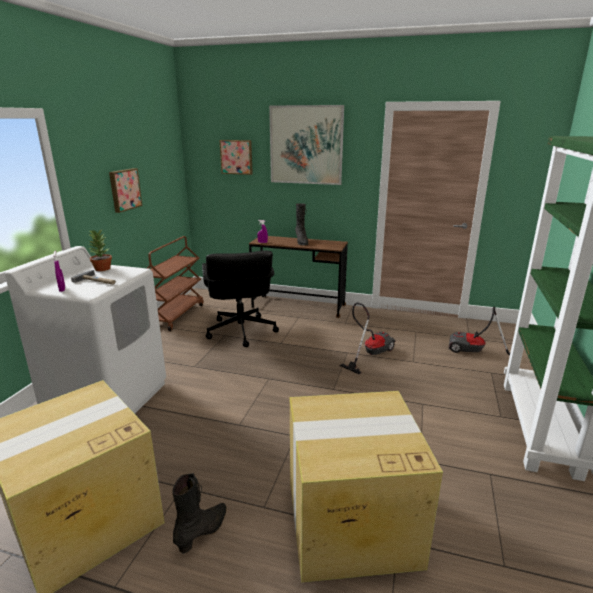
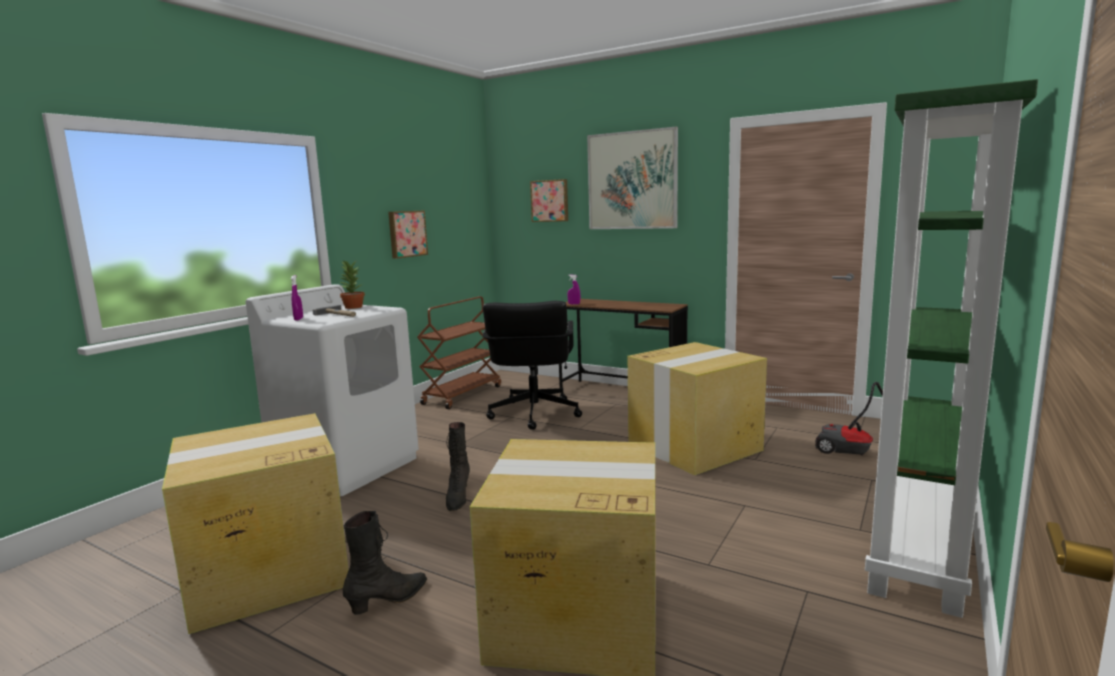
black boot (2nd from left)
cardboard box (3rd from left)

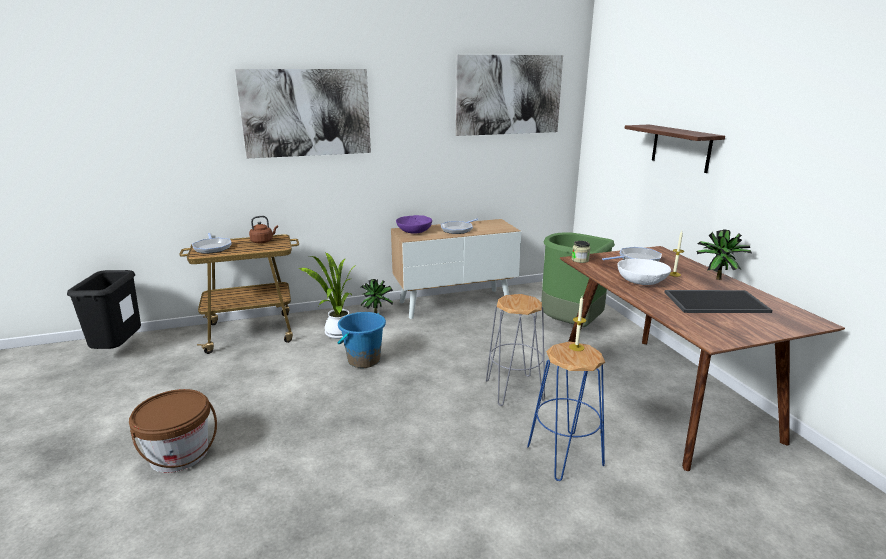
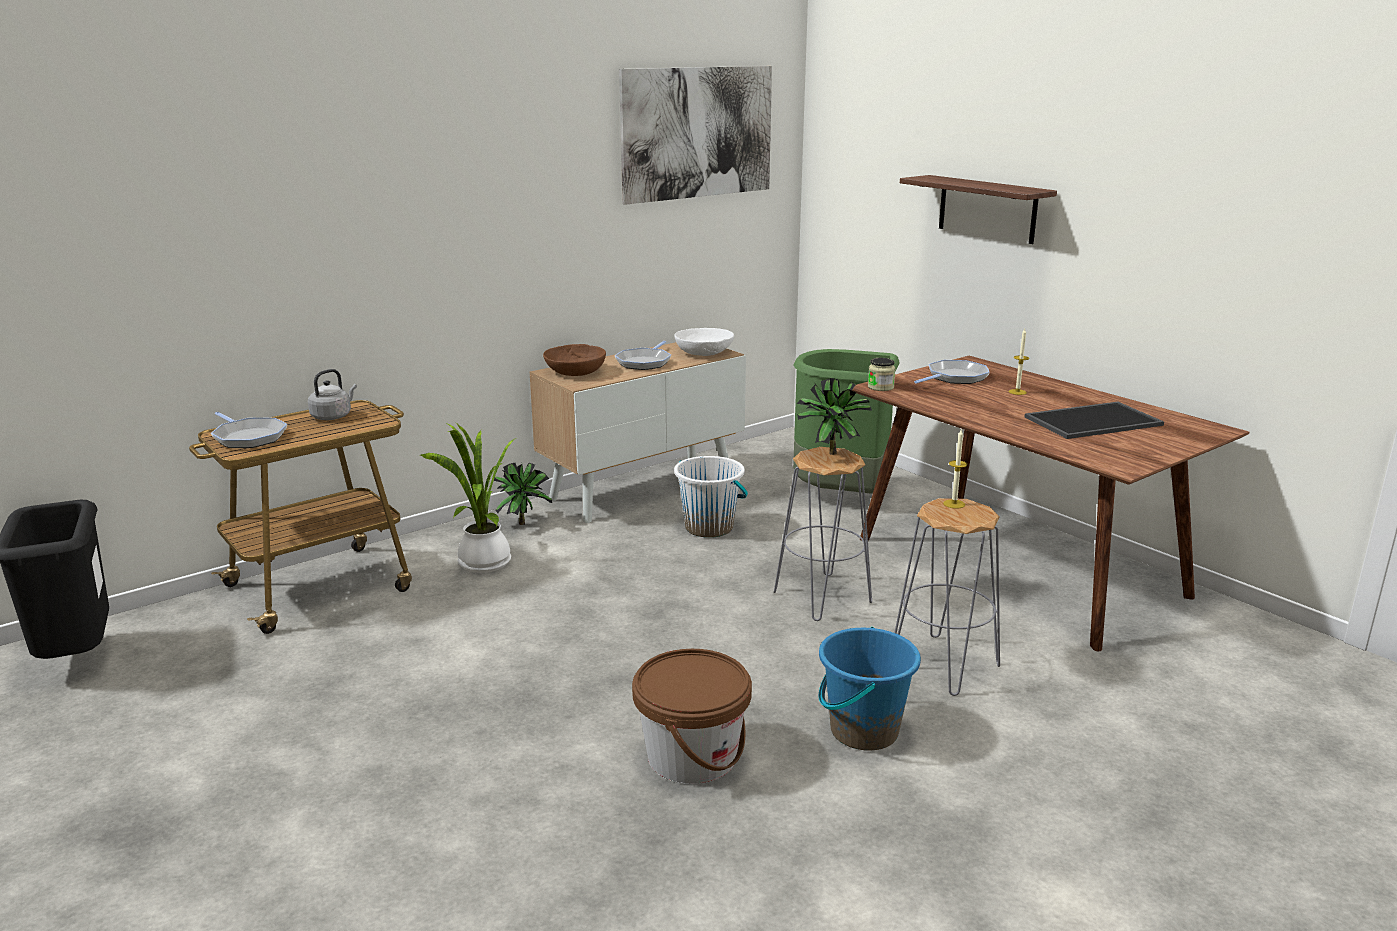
picture (1st from left in the first image)
brown bowl
grey kettle
potted plant (3rd from left)
white bowl
blue bucket
grey stool (2nd from left)
brown bucket
white bucket

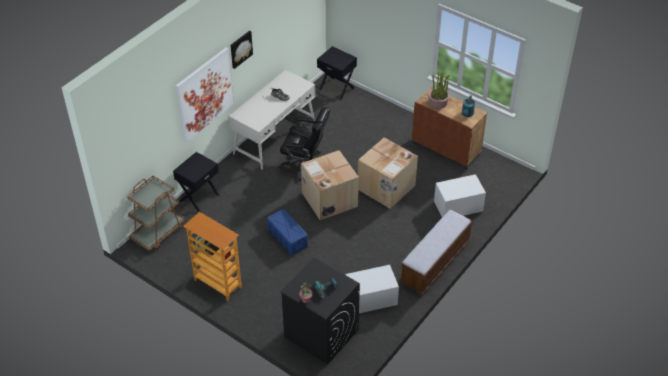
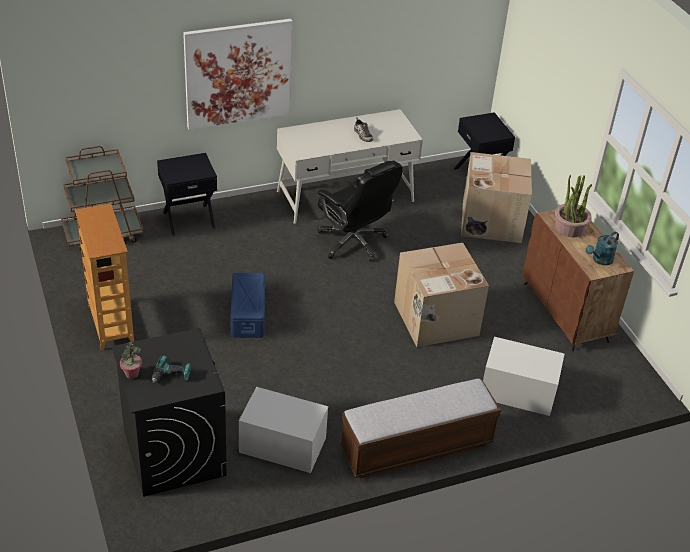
picture (2nd from left in the first image)
cardboard box (2nd from left)

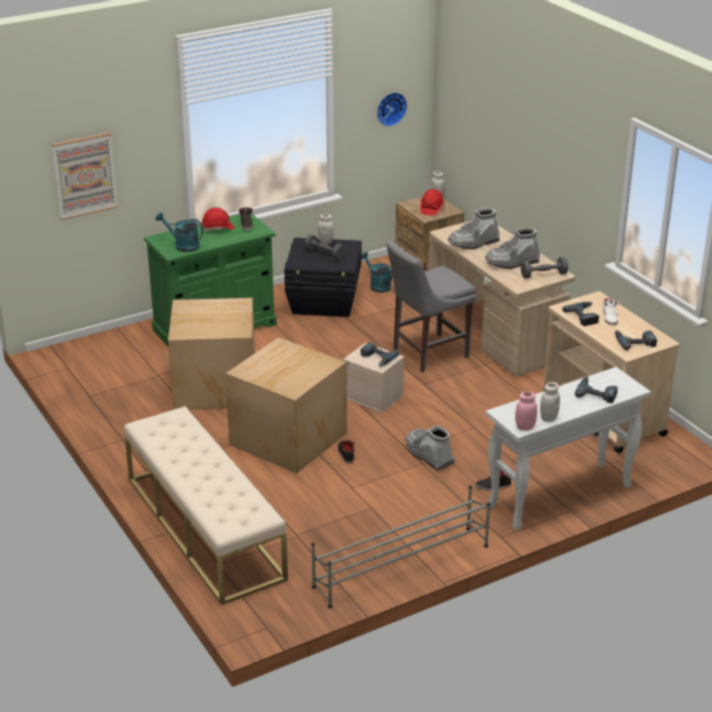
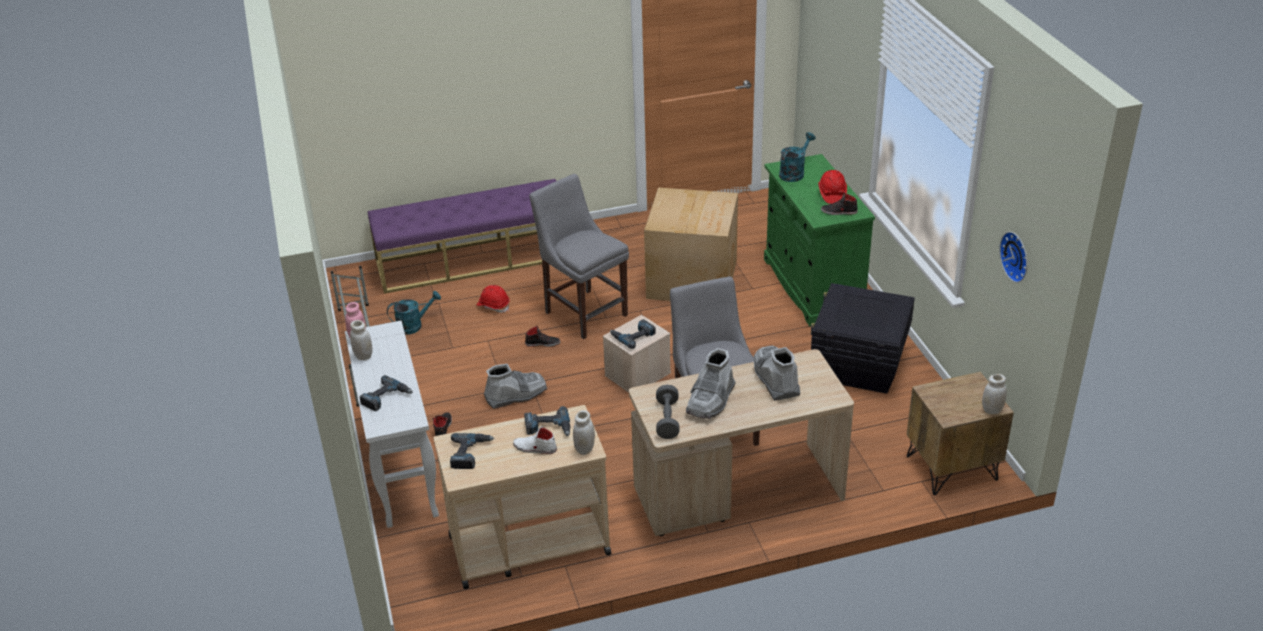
picture
red hard hat (1st from left)
white jar (2nd from left)
grey boot (2nd from left)
grey dumbbell (1st from left in the first image)
turquoise watering can (1st from left)
grey chair (1st from left)
purple bench

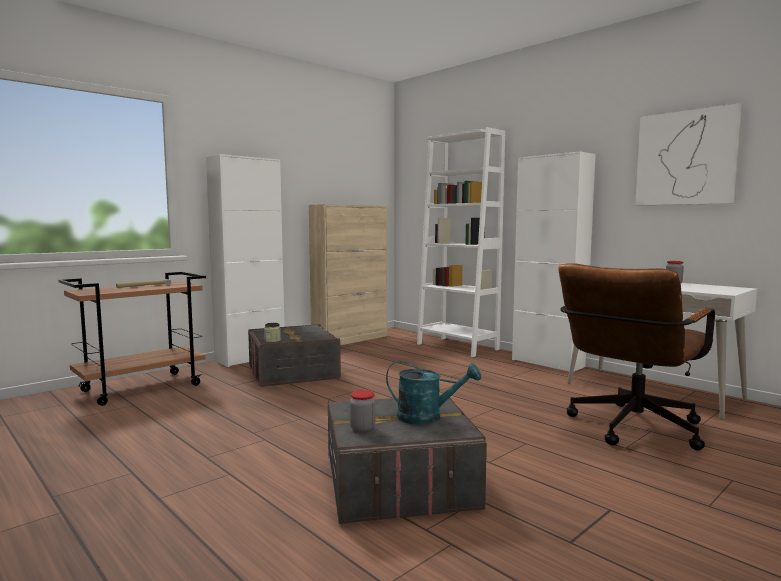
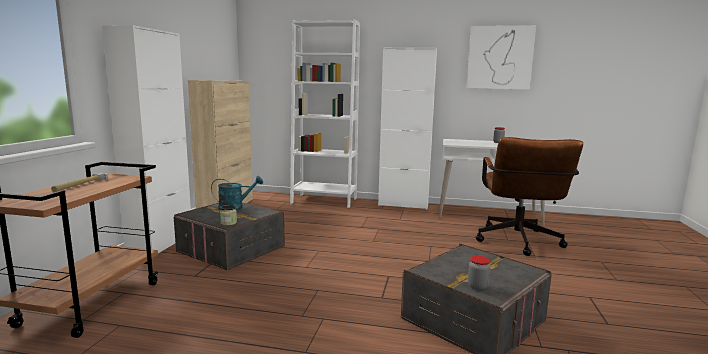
turquoise watering can

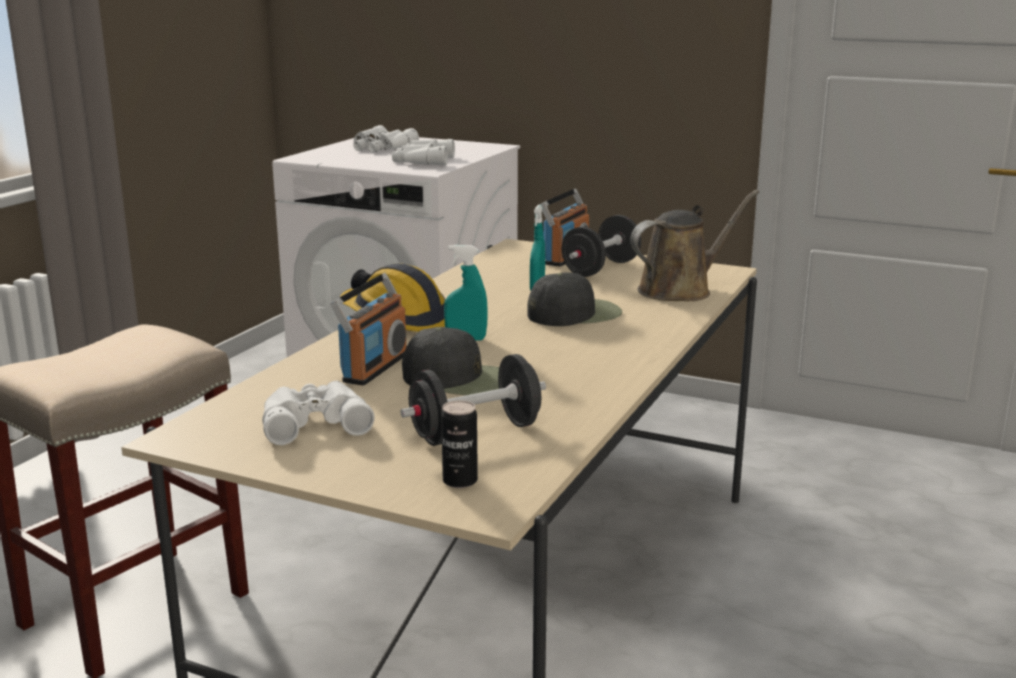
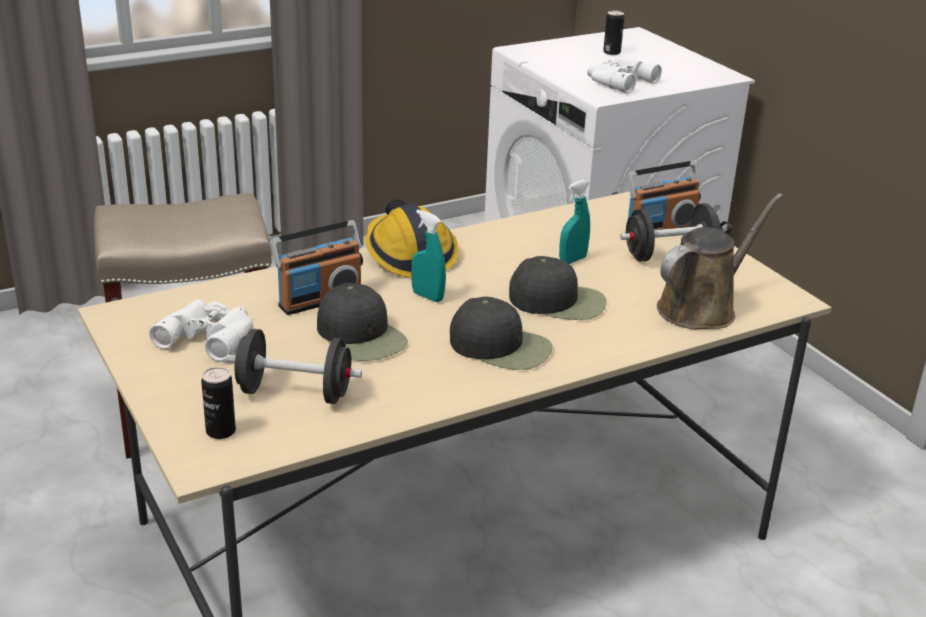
can (2nd from left)
brown watering can
black cap (2nd from left)

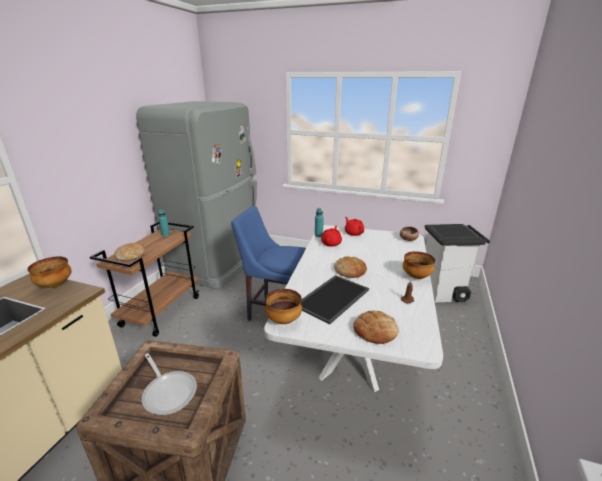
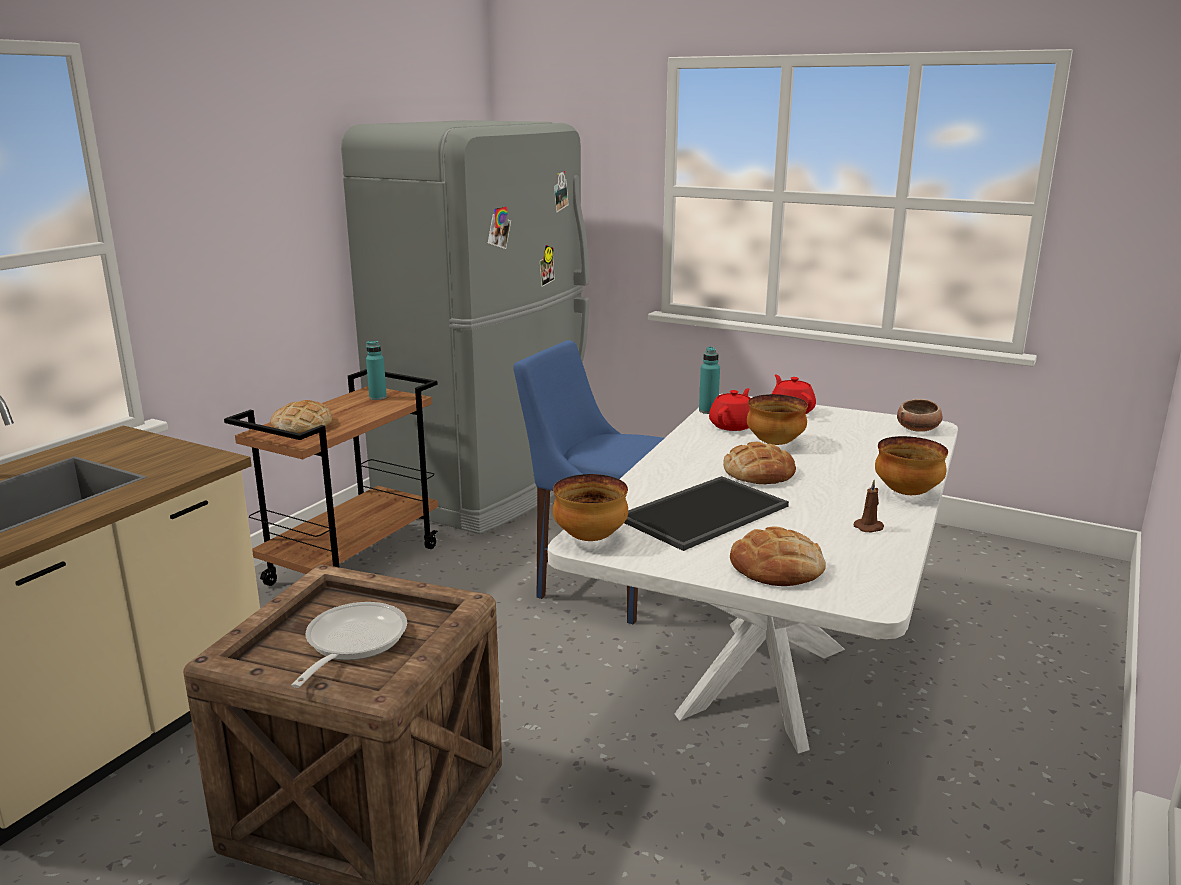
white trash can
bowl (2nd from left)
frying pan

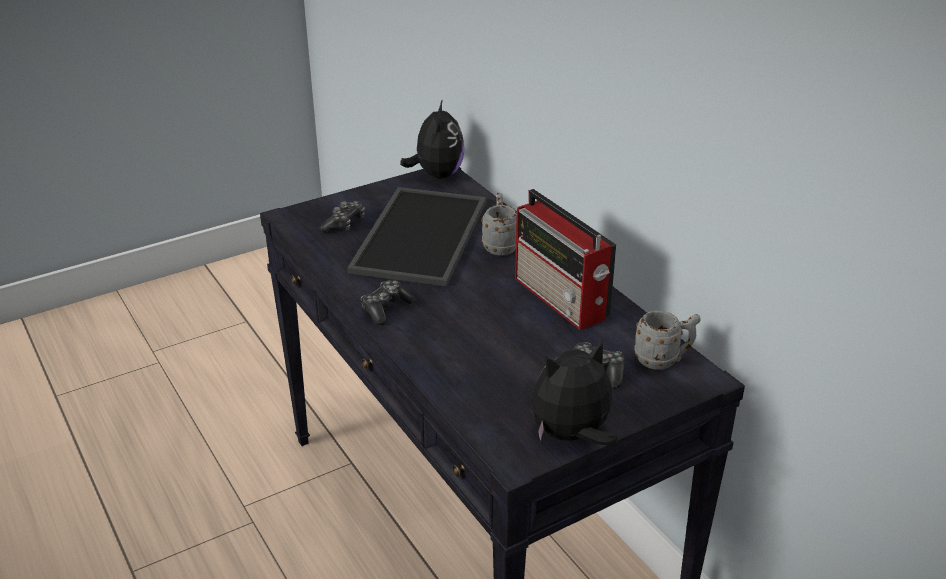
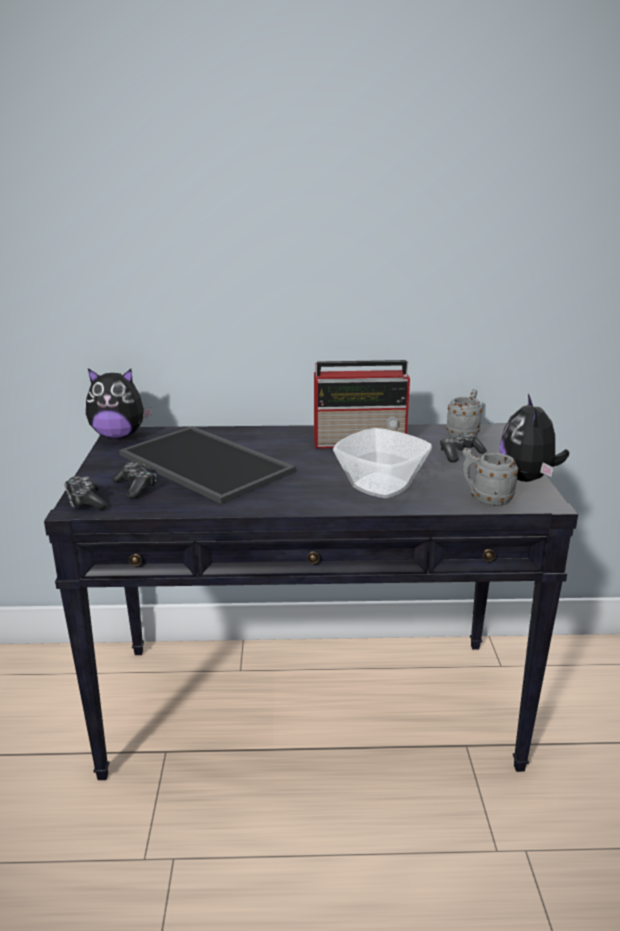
plush toy (1st from left)
grey mug (2nd from left)
game controller (1st from left)
bowl

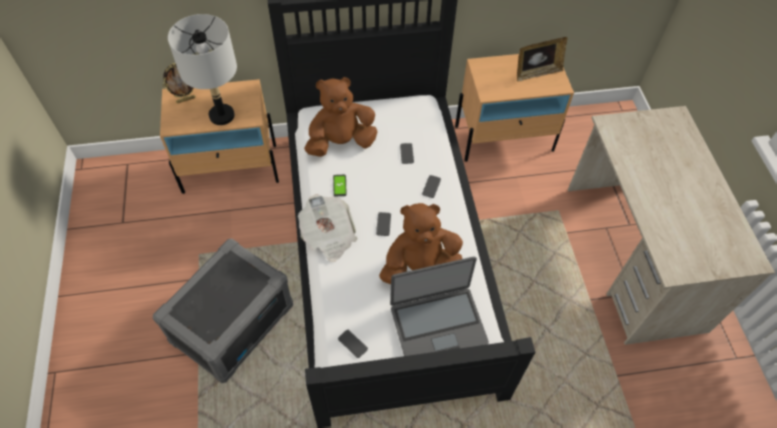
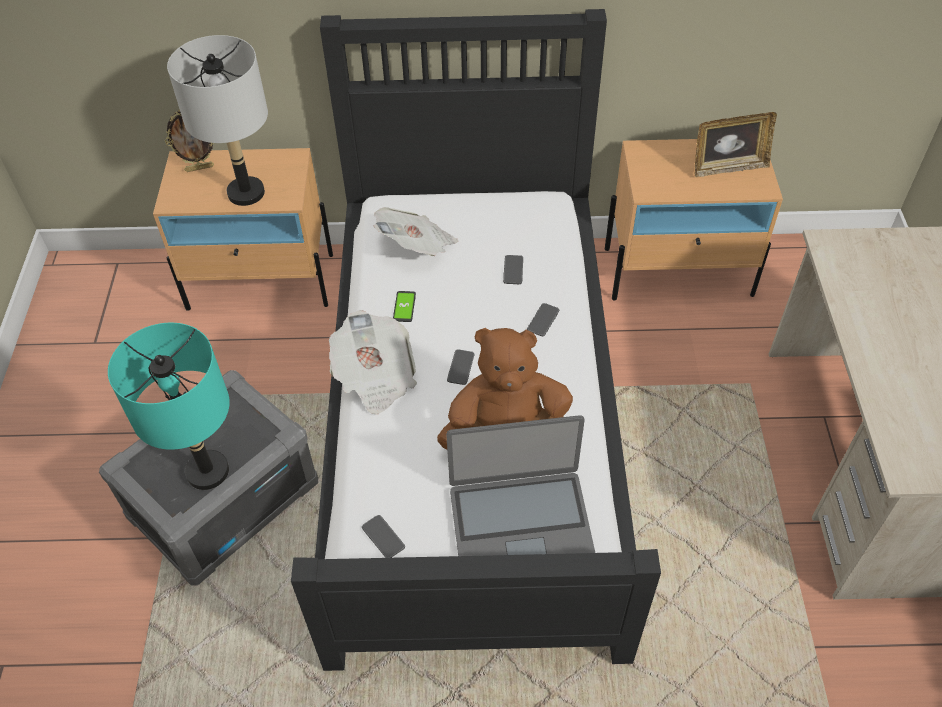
newspaper (2nd from left)
turquoise table lamp

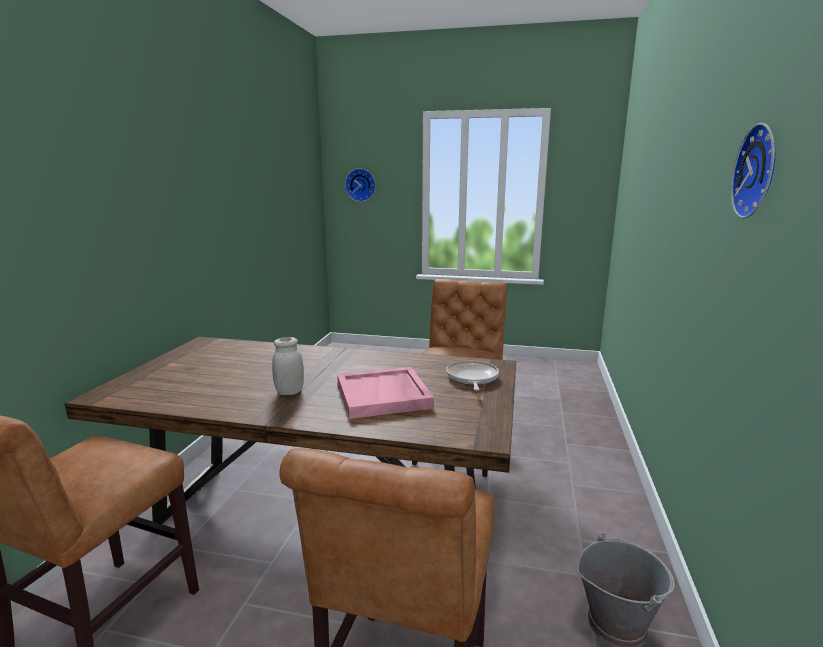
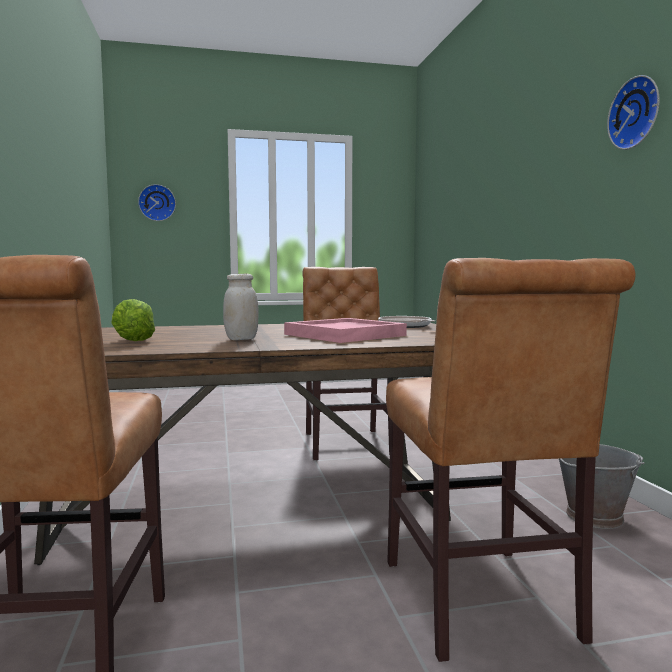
lettuce

